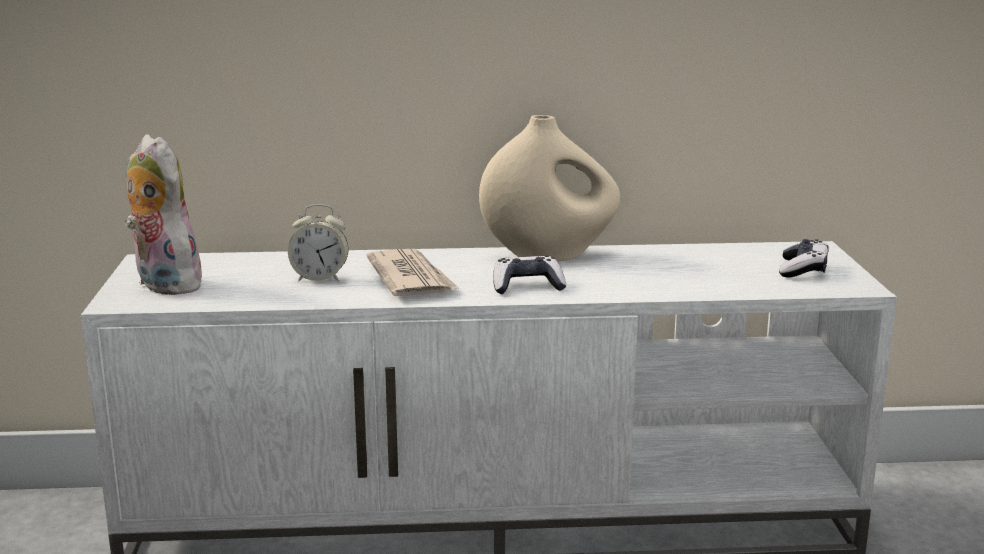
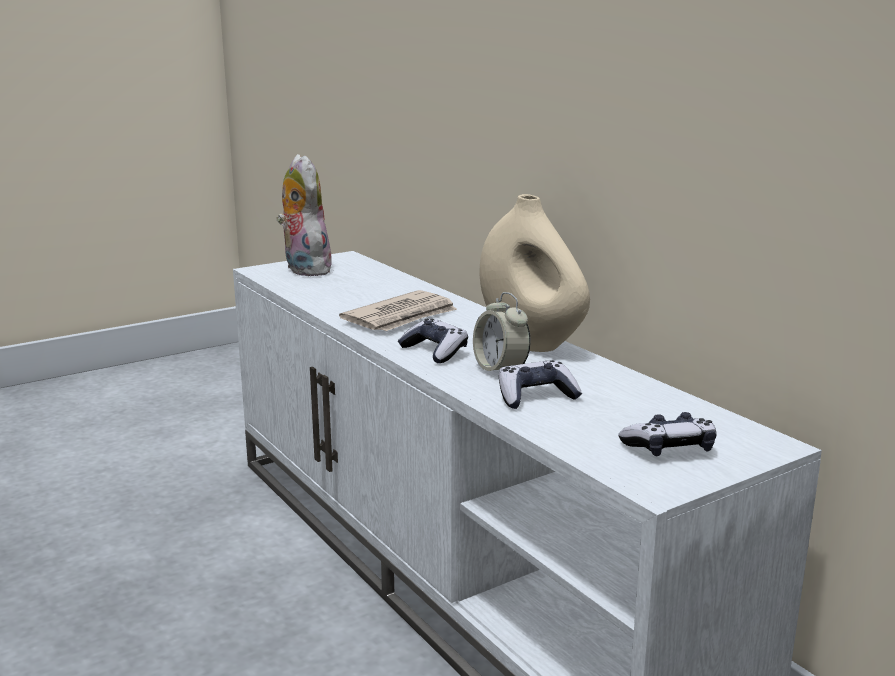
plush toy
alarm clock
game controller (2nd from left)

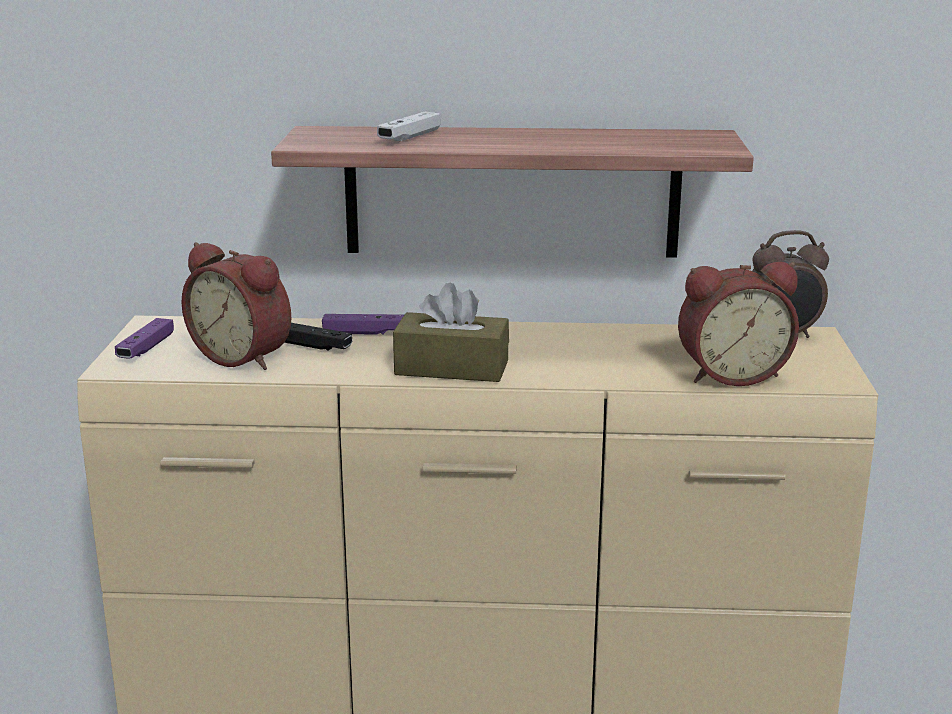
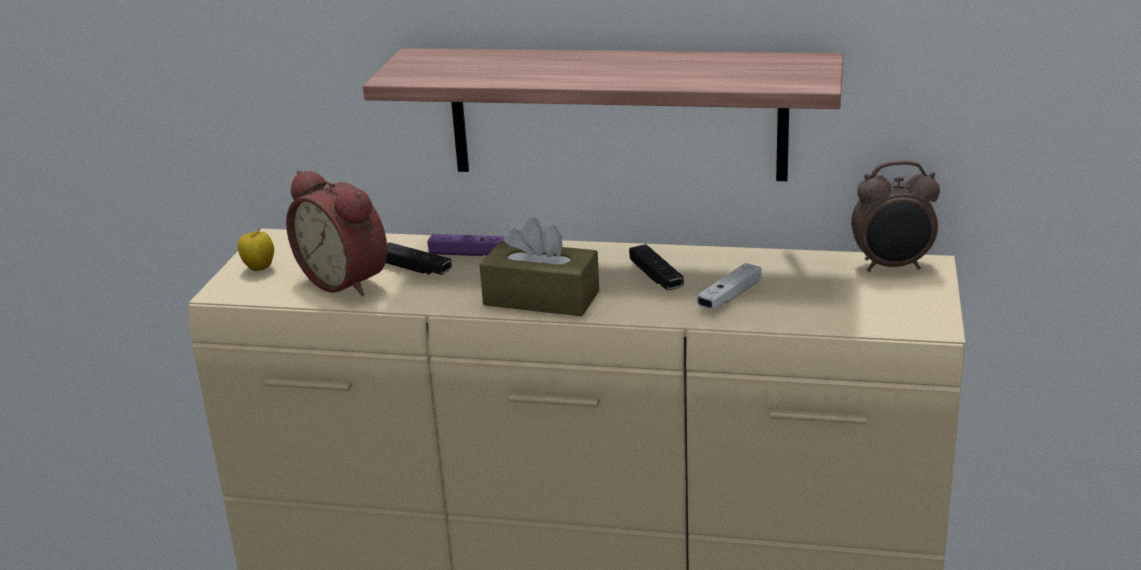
white game controller
alarm clock (2nd from left in the first image)
apple
black game controller (2nd from left)

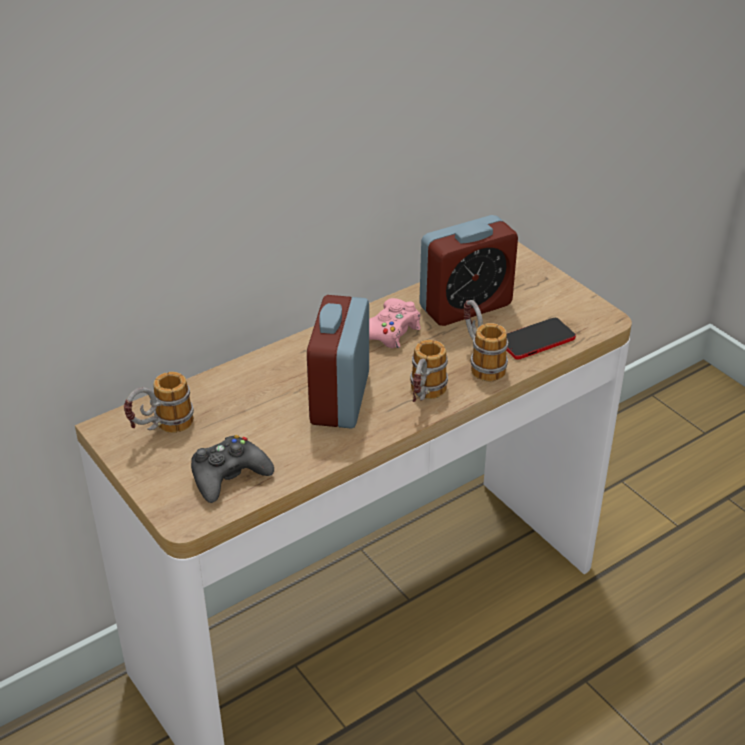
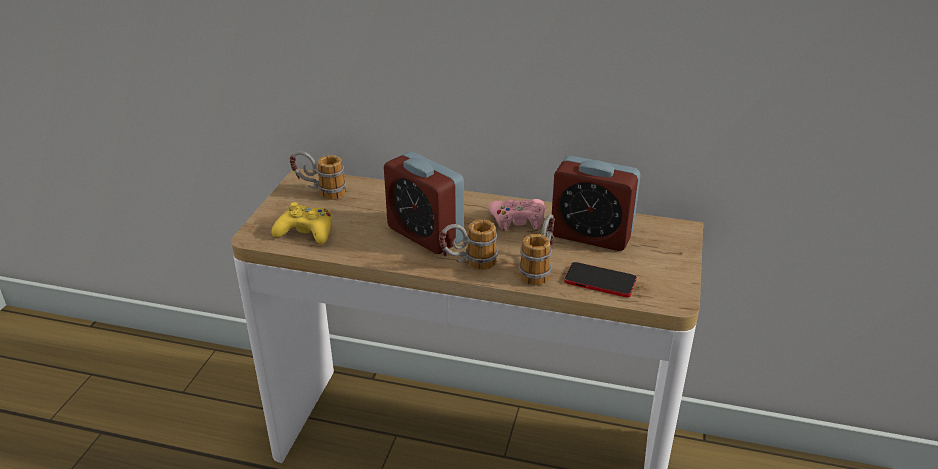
alarm clock (1st from left)
yellow game controller

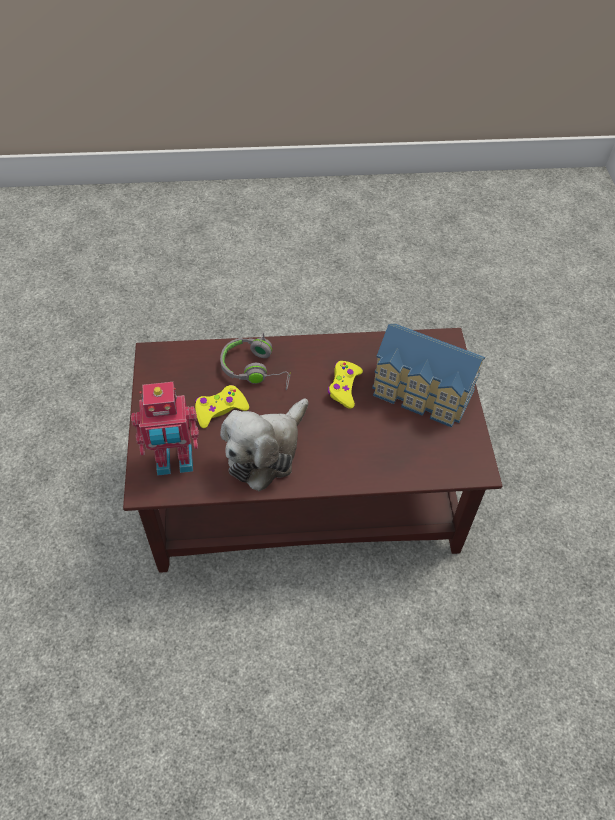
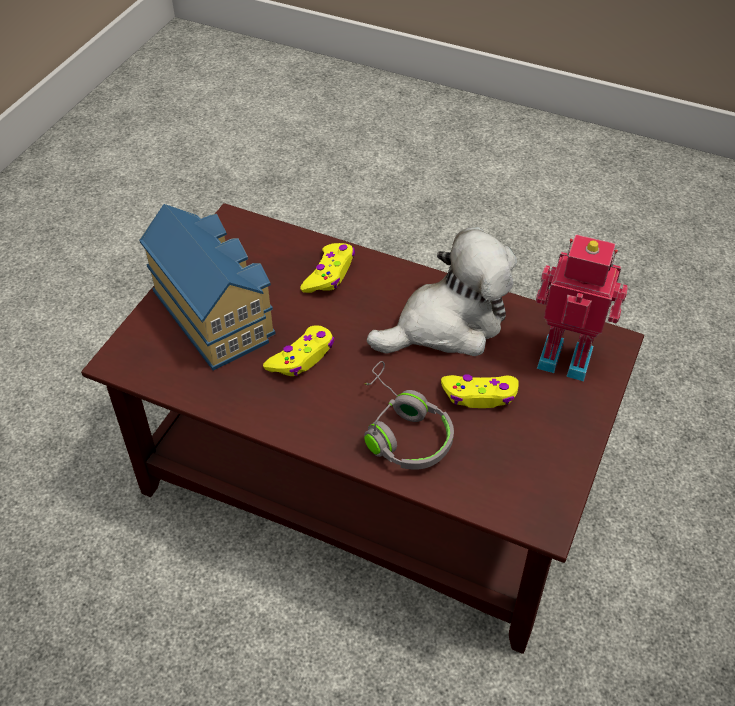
yellow game controller (2nd from left)

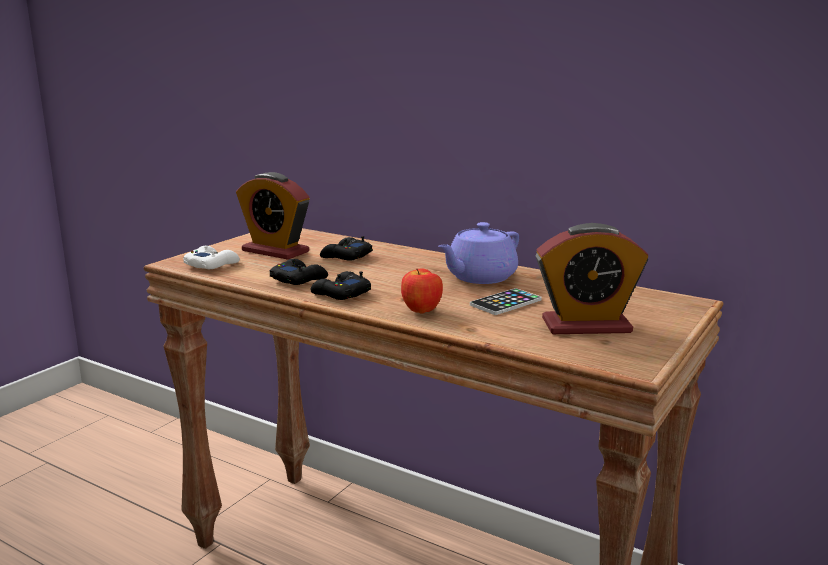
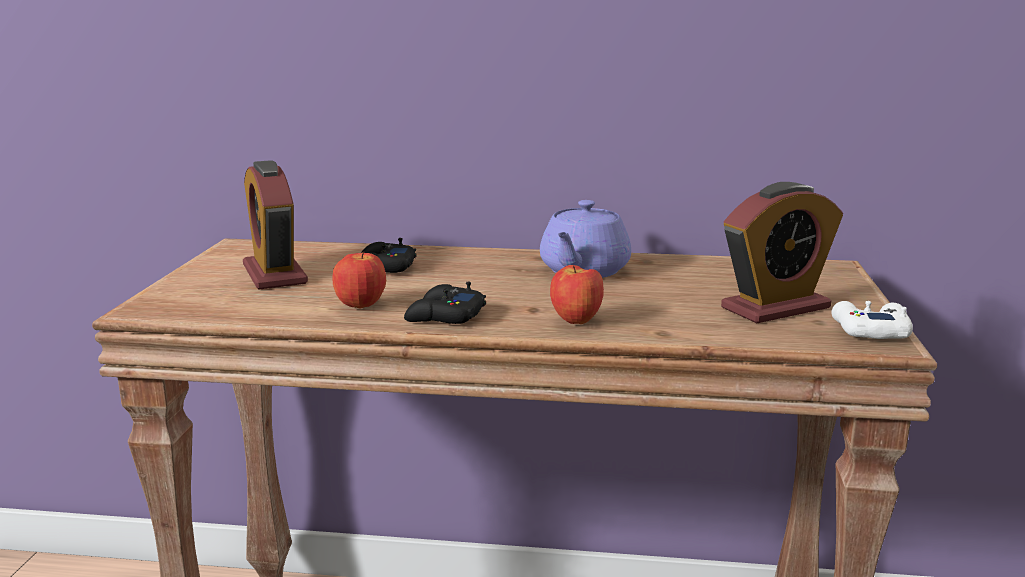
alarm clock (1st from left)
white game controller
apple (1st from left)
phone

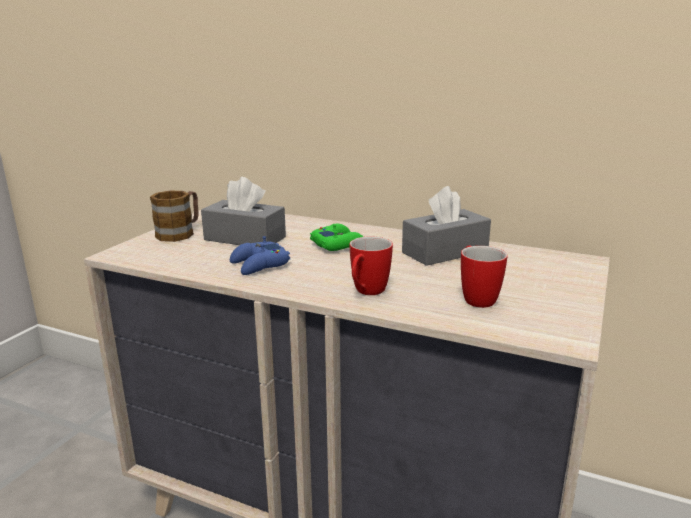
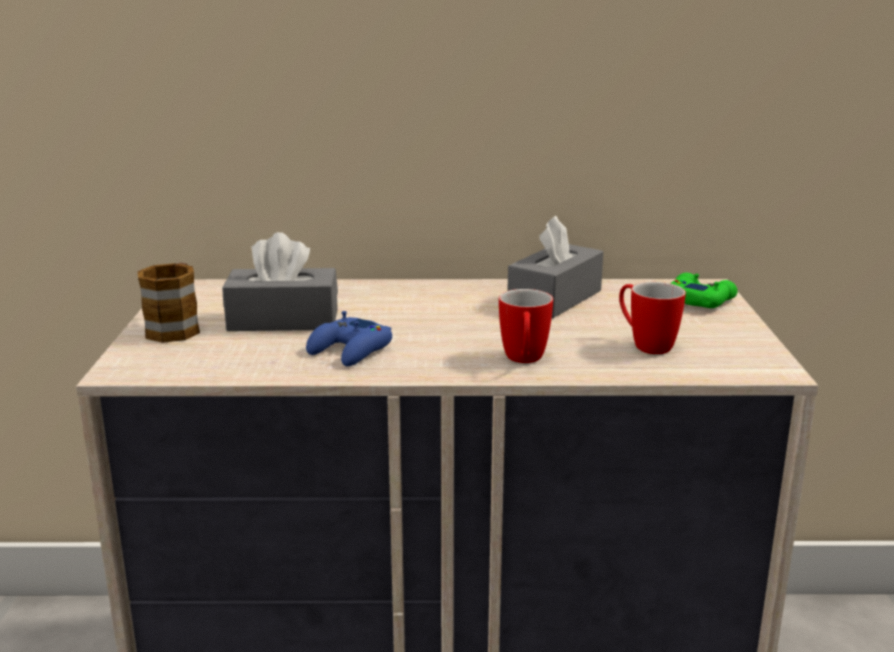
green game controller

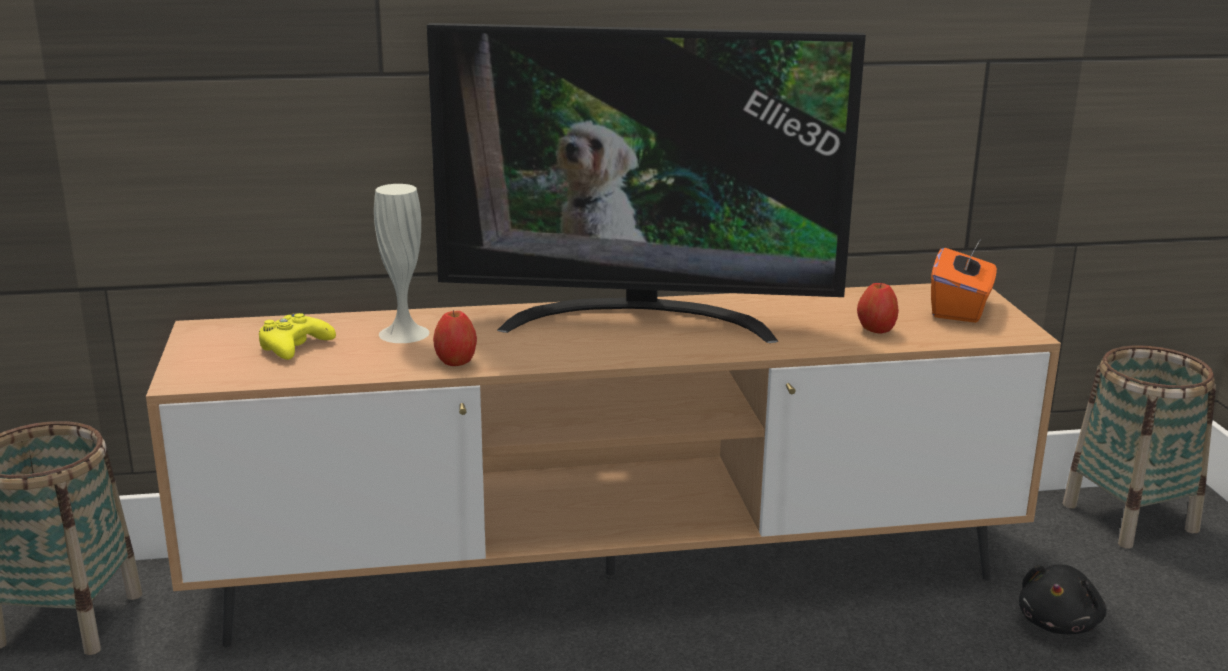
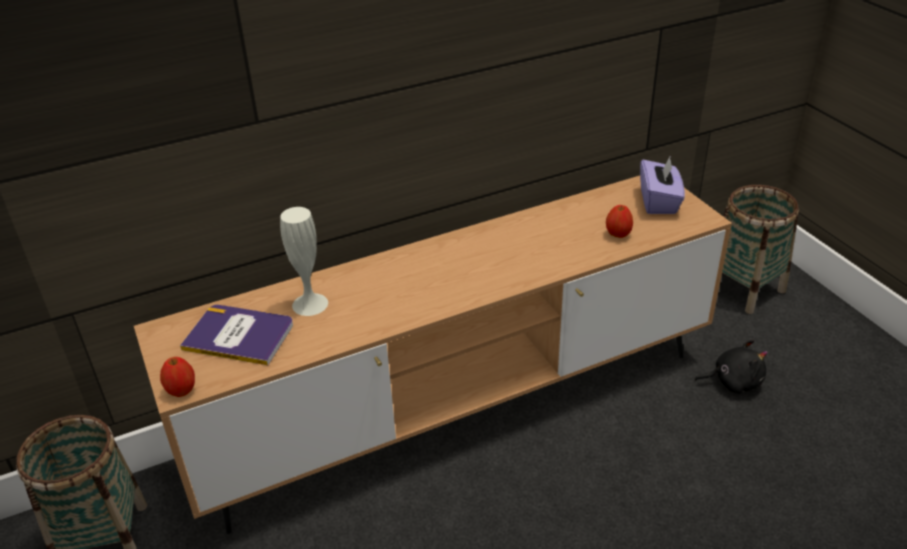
television
purple tissue box
apple (1st from left)
book
black plush toy

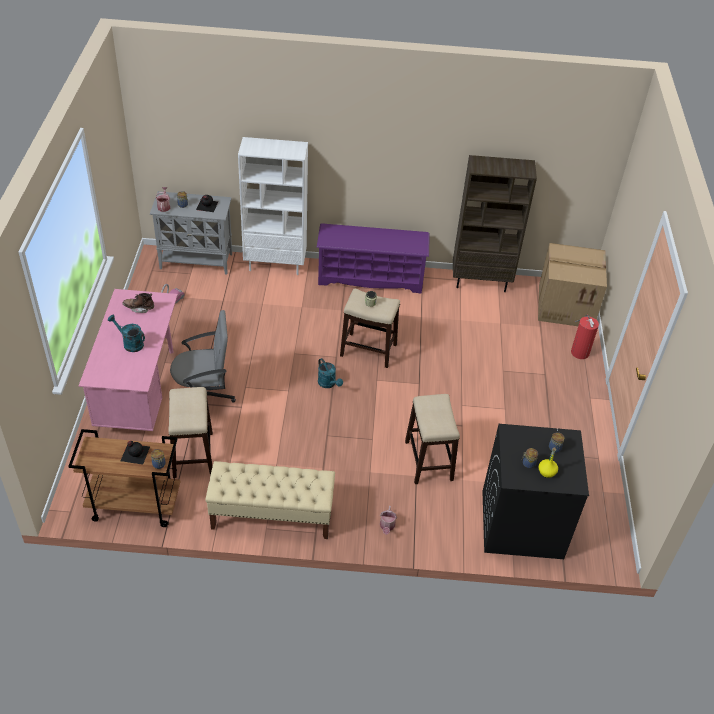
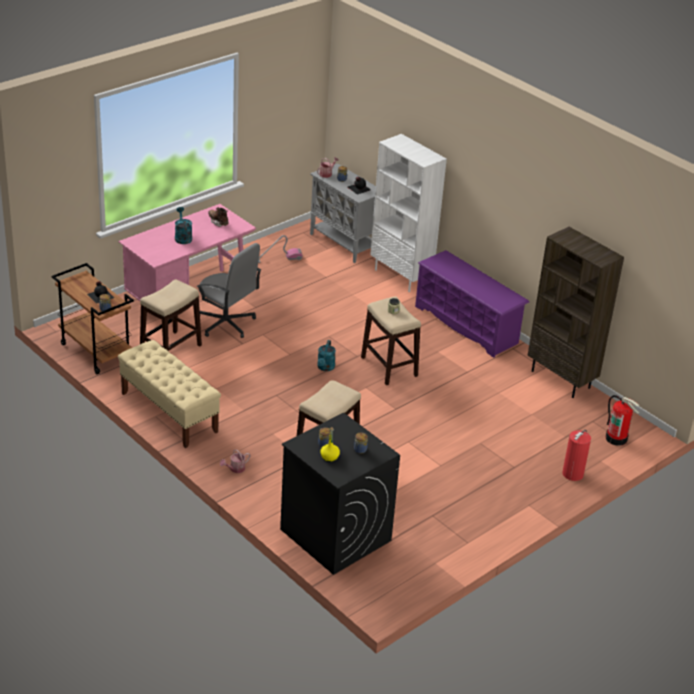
fire extinguisher (2nd from left)

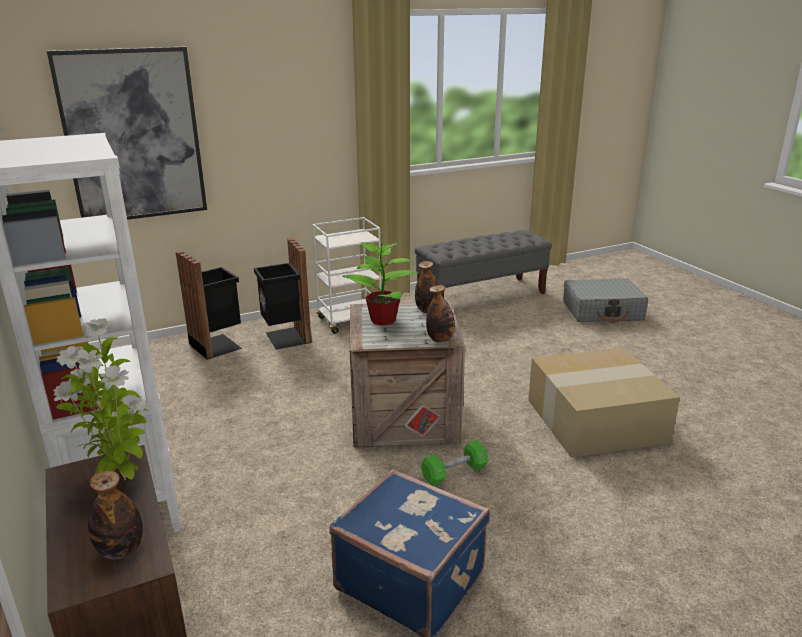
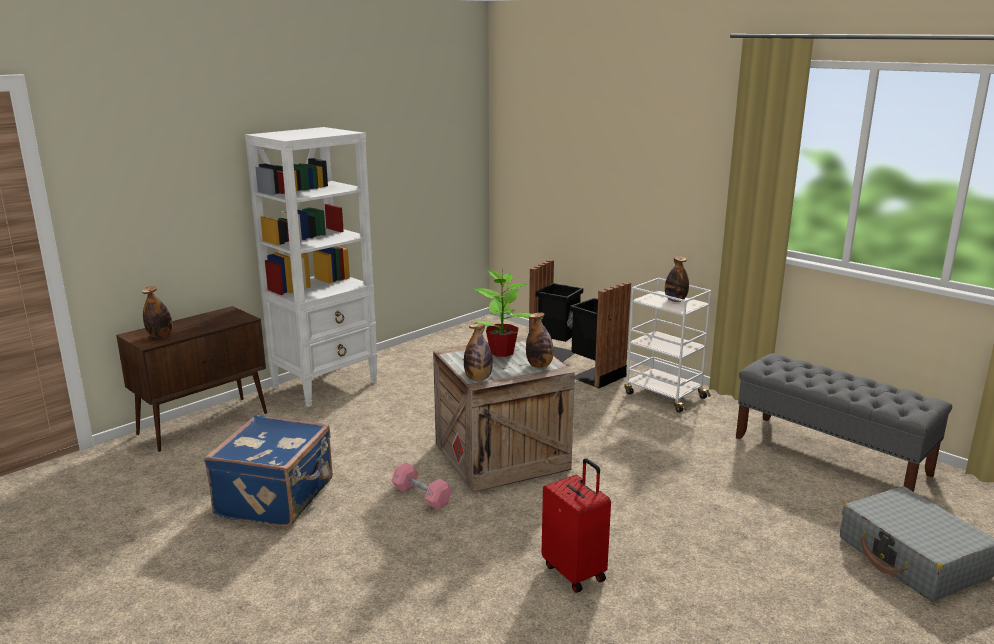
picture
potted plant (1st from left in the first image)
red suitcase
pink dumbbell
bottle (4th from left)

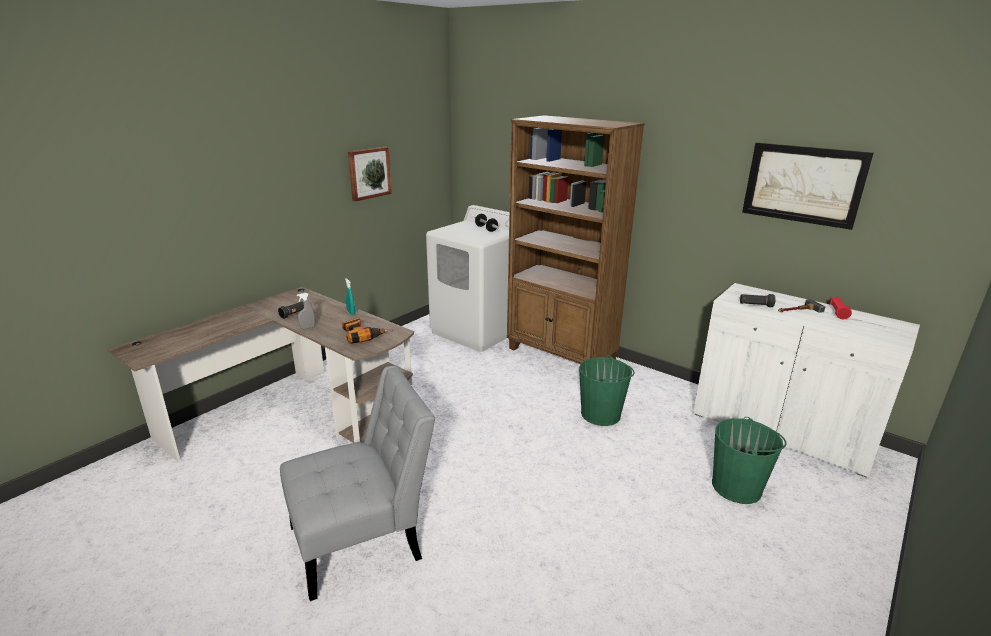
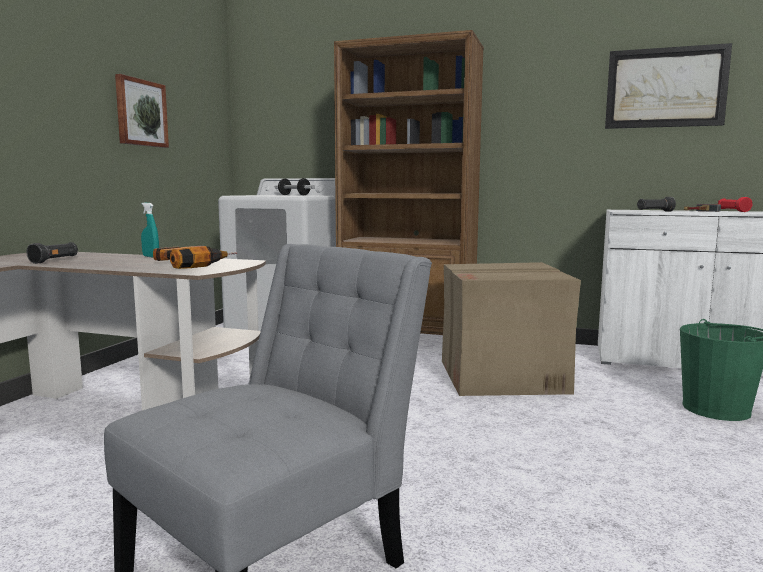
grey spray bottle
cardboard box

